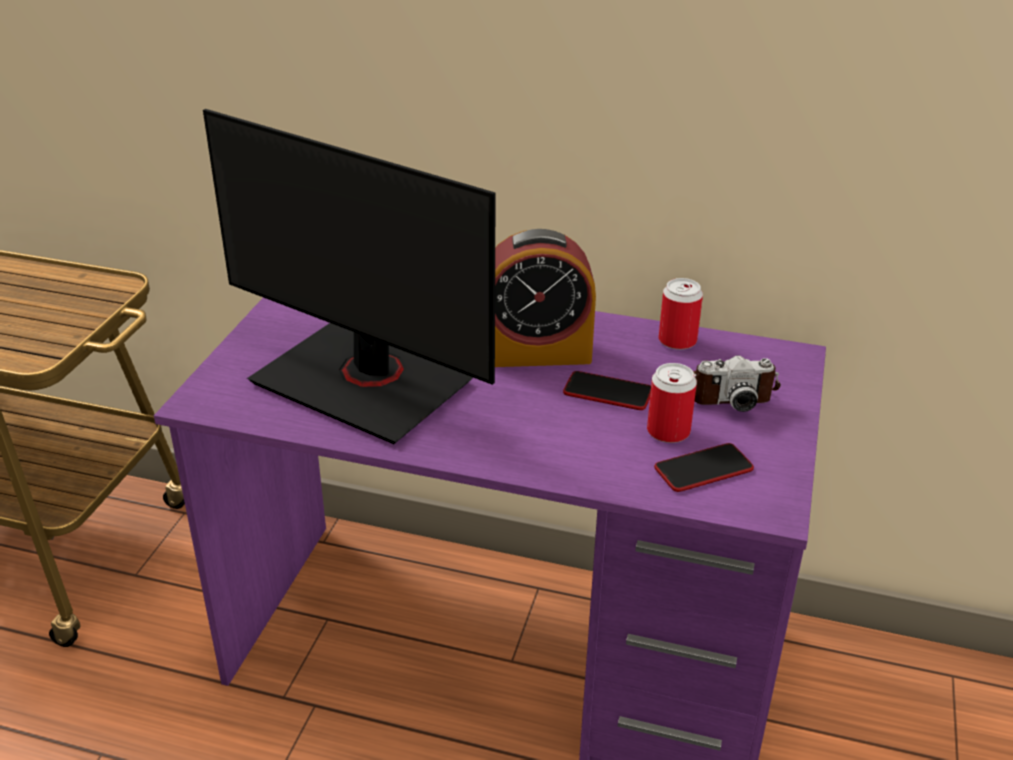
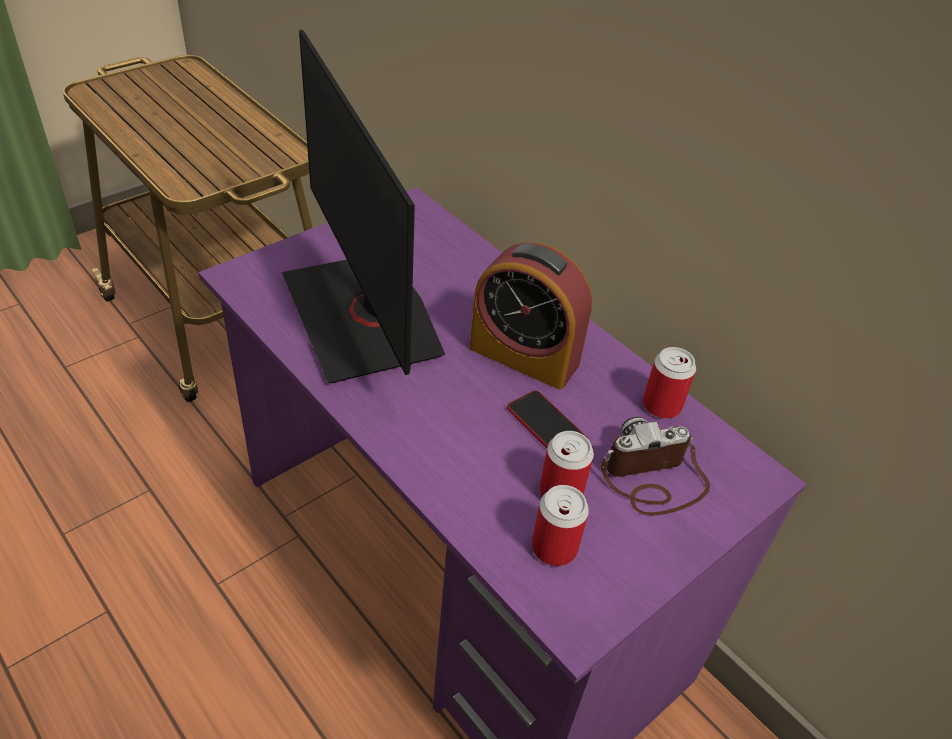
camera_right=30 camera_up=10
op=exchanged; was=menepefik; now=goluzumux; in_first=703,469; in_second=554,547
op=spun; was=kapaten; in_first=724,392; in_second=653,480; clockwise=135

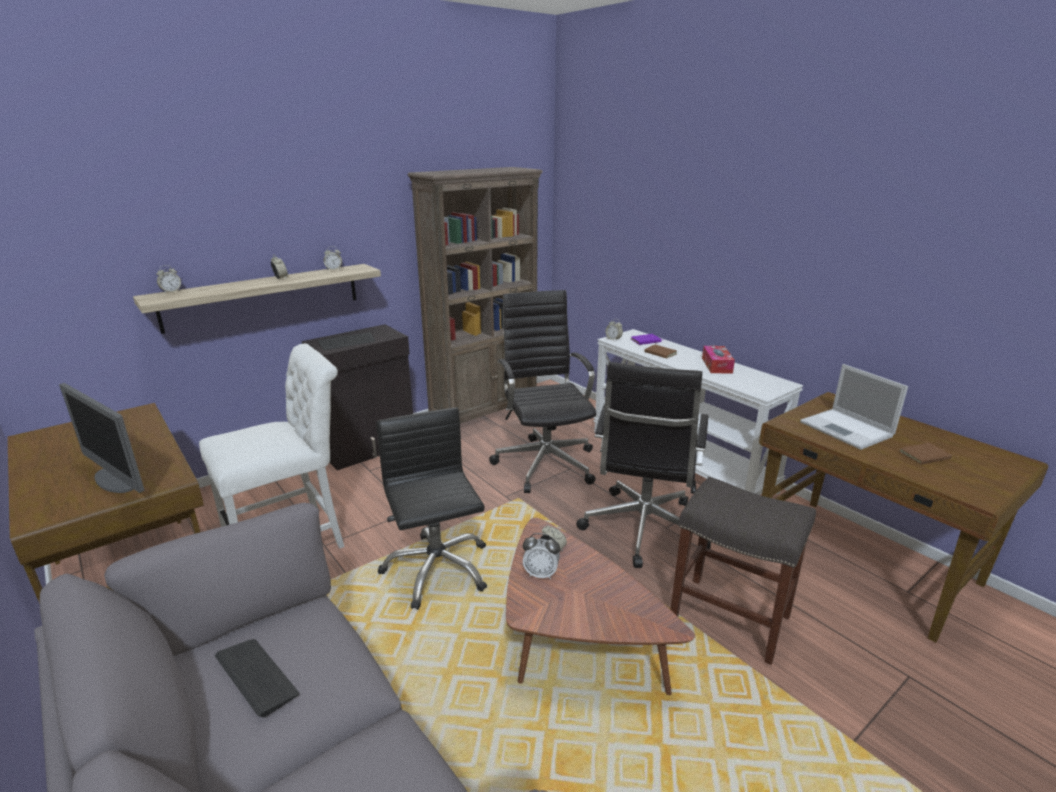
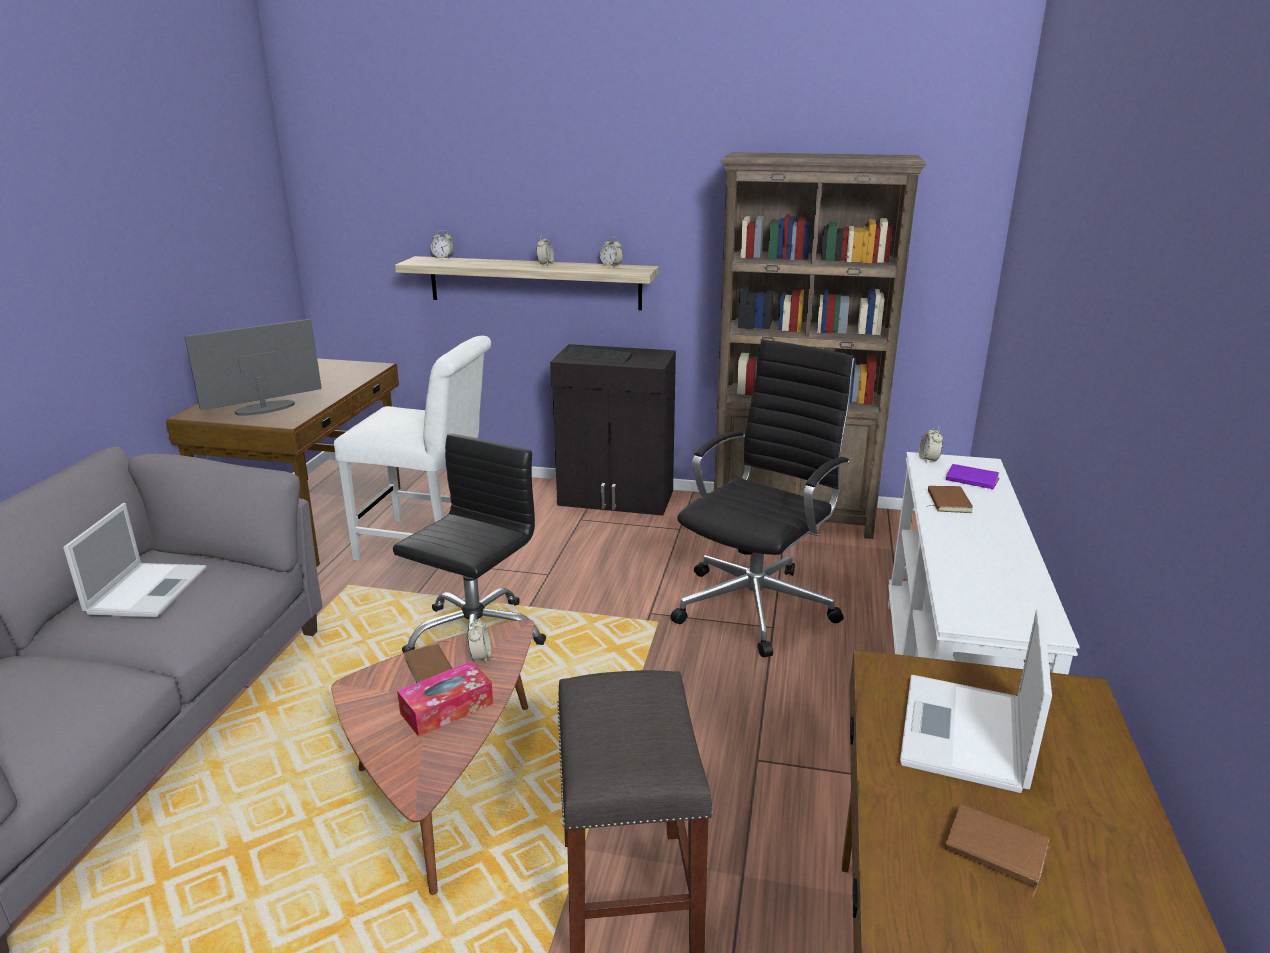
camera_right=50 camera_up=0
op=exchanged; was=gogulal; now=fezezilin; in_first=257,677; in_second=148,589
op=spun; was=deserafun; in_first=116,481; in_second=264,409; clockwise=60
op=relocated; was=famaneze; in_first=716,365; in_second=447,708
op=exchanged; was=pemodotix; now=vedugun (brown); in_first=541,574; in_second=431,667
op=missing; was=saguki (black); in_first=642,530

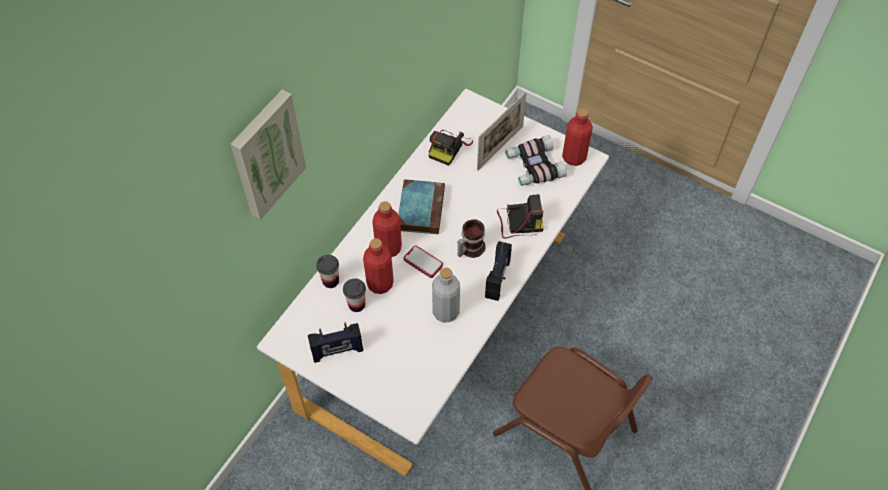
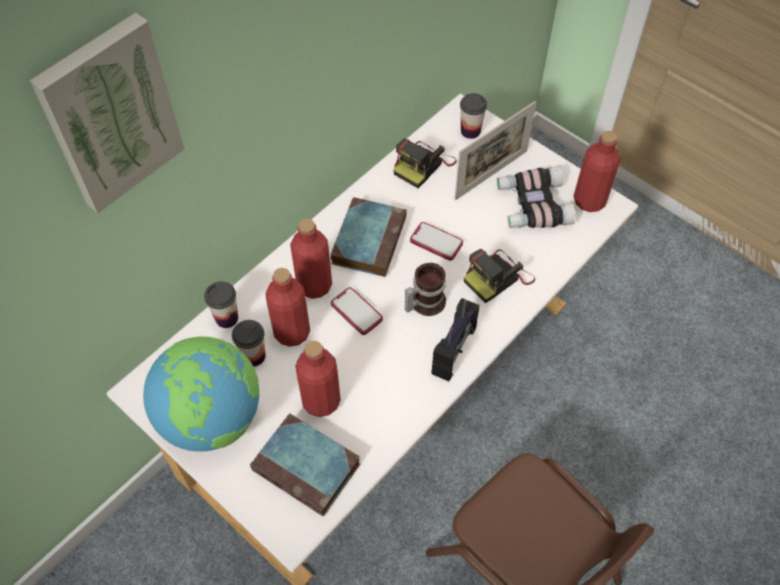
camera_right=10 camera_up=0
op=exchanged; was=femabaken; now=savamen; in_first=337,351; in_second=212,417
op=appeared; now=vedugun; in_second=309,468
op=appeared; now=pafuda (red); in_second=321,401
op=appeared; now=menepefik; in_second=436,242
op=appeared; now=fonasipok; in_second=470,131
op=spun; was=kapaten; in_first=518,223; in_second=498,277; clockwise=135
op=missing; was=pafuda (grey); in_first=445,311

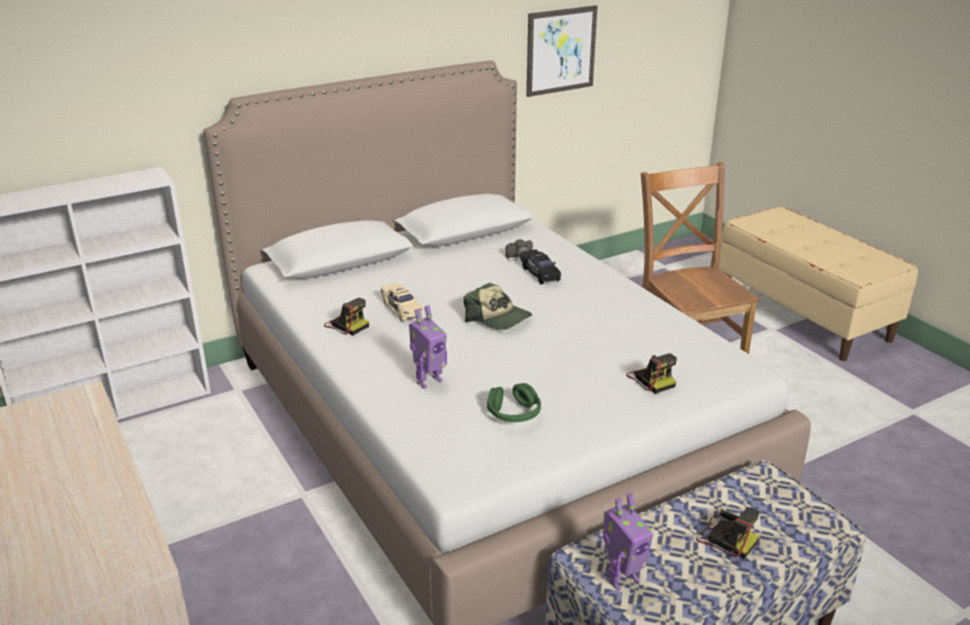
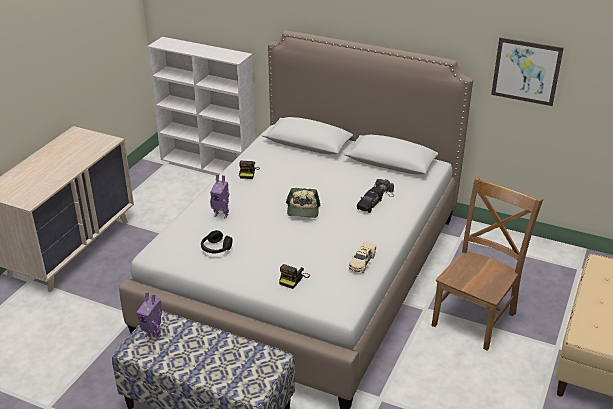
camera_right=55 camera_up=5
op=colour; was=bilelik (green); now=bilelik (black); in_first=514,414; in_second=216,248
op=relocated; was=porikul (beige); in_first=402,309; in_second=362,262
op=missing; was=kapaten; in_first=725,538

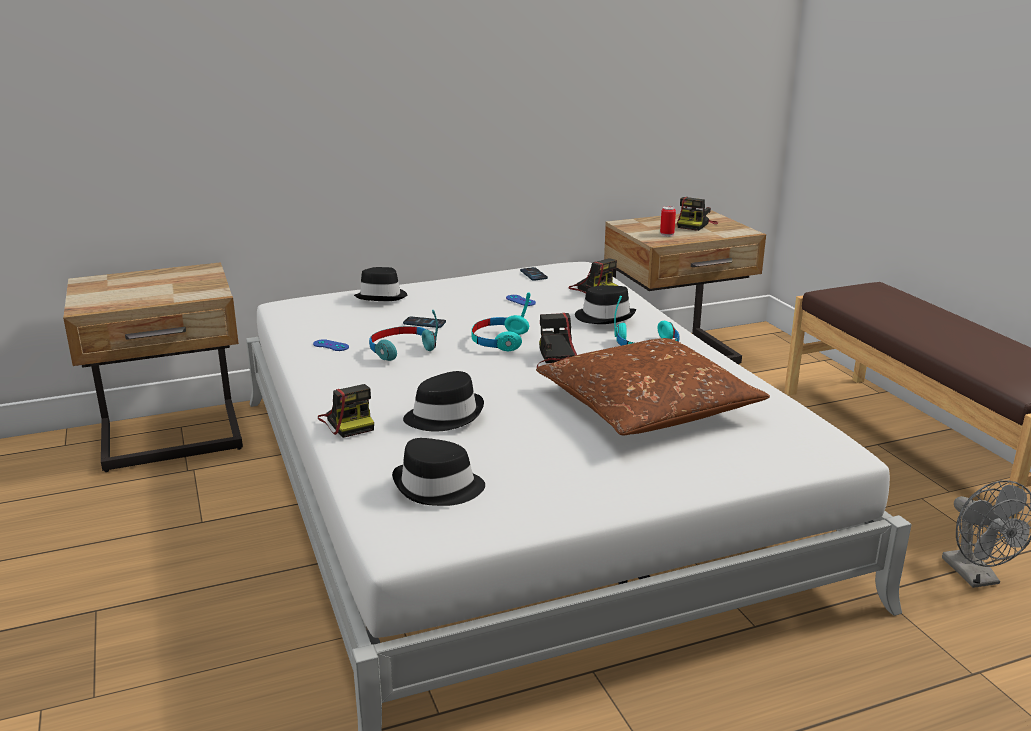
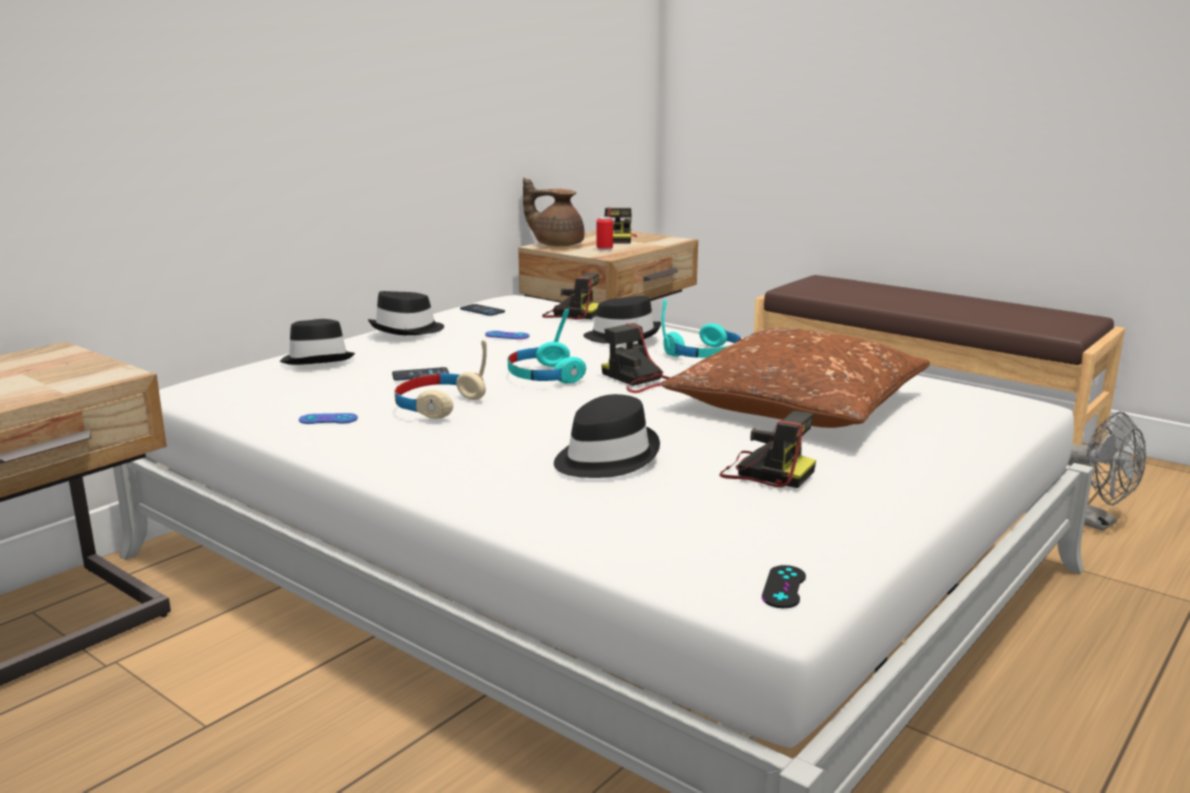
camera_right=-30 camera_up=-5
op=relocated; was=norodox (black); in_first=438,488; in_second=407,329
op=colour; was=bilelik (turquoise); now=bilelik (beige); in_first=401,350; in_second=437,405
op=appeared; now=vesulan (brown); in_second=557,244
op=relocated; was=kapaten; in_first=348,422; in_second=764,472
op=appeared; now=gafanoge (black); in_second=784,587

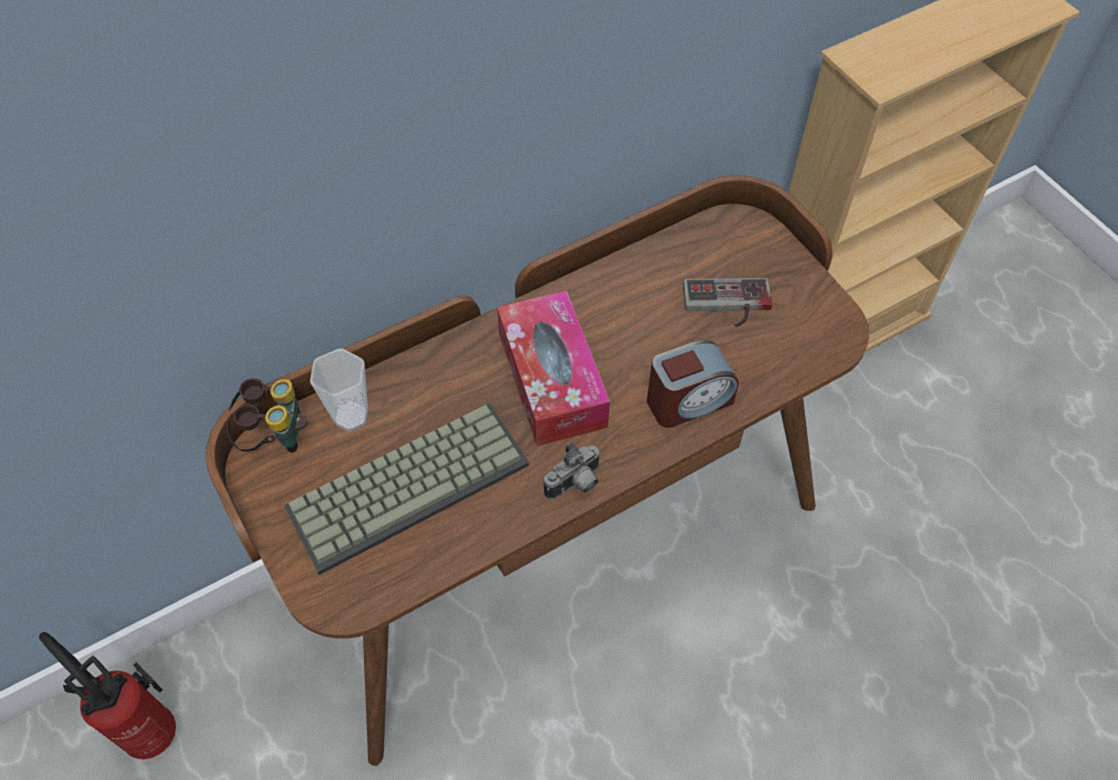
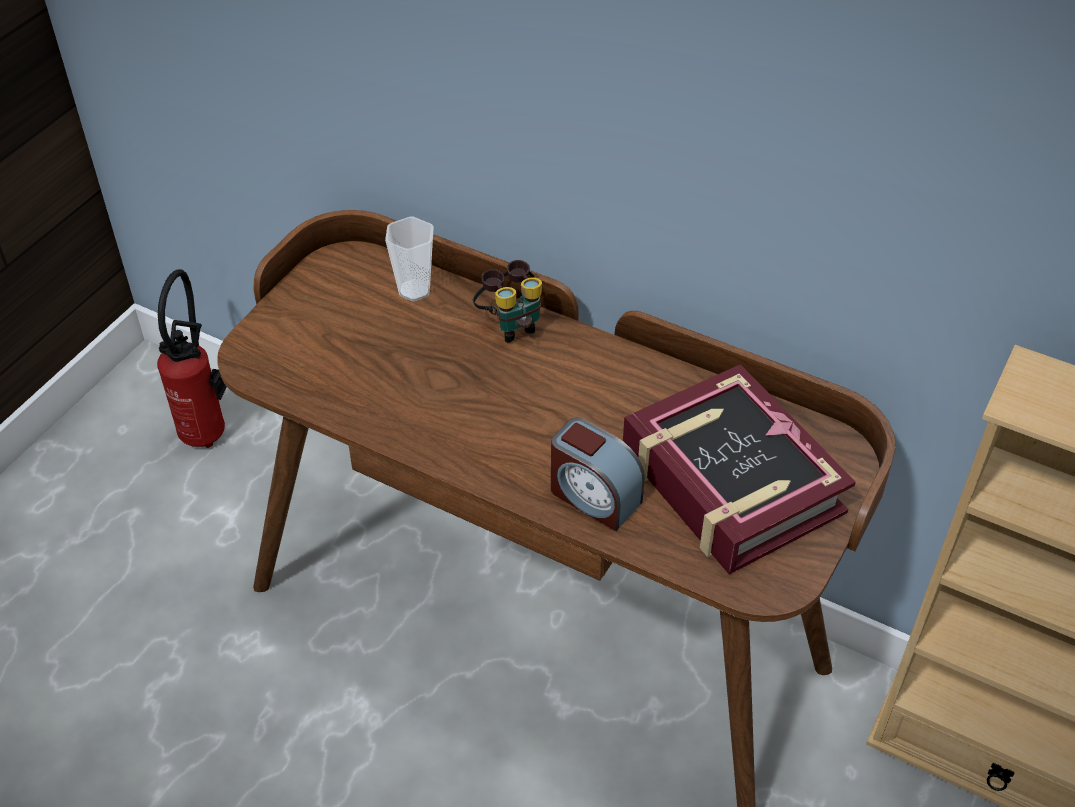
camera_right=60 camera_up=-10
op=relocated; was=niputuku; in_first=274,437; in_second=510,324
op=exchanged; was=gafanoge; now=vedugun; in_first=727,305; in_second=730,482
op=missing; was=gogulal; in_first=409,482
op=missing; was=famaneze; in_first=552,380
op=missing; was=kapaten; in_first=575,484

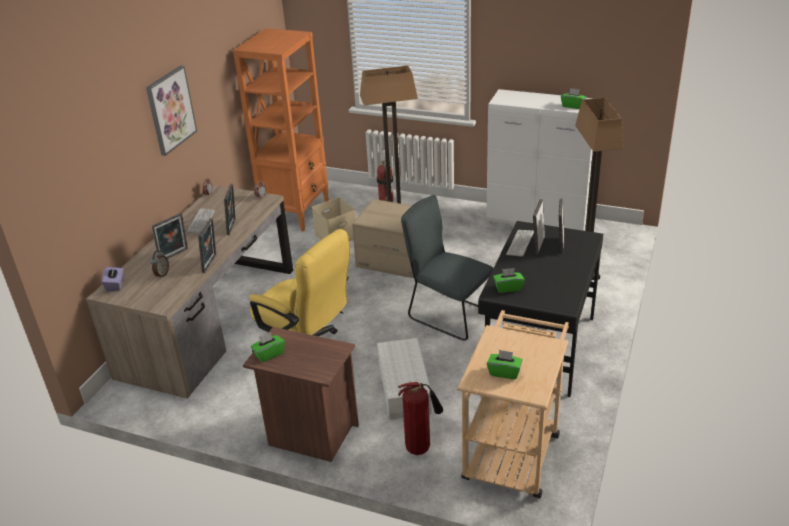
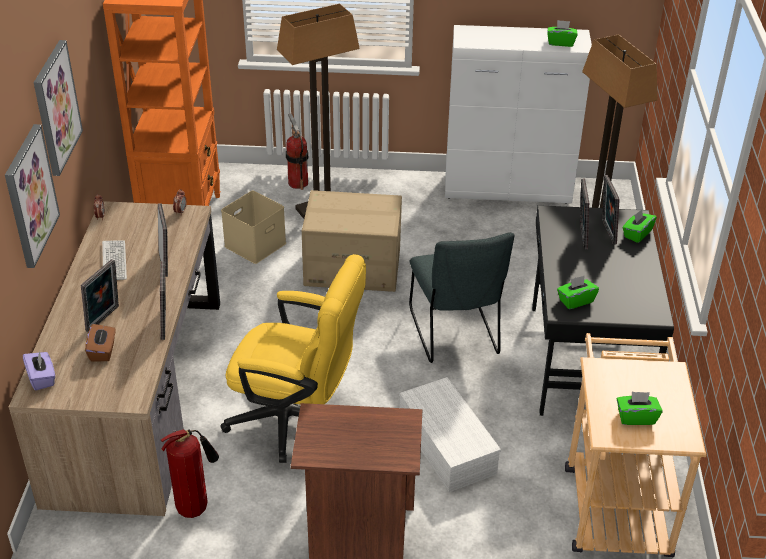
camera_right=-20 camera_up=5
op=appeared; now=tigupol; in_second=30,195
op=exchanged; was=pemodotix; now=famaneze (brown); in_first=162,274; in_second=103,351
op=relocated; was=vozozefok; in_first=420,447; in_second=195,506
op=spun; was=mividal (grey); in_first=448,314; in_second=455,335; clockwise=-120
op=relocated; was=famaneze (green); in_first=269,354; in_second=637,234
op=missing; was=gogulal; in_first=520,243

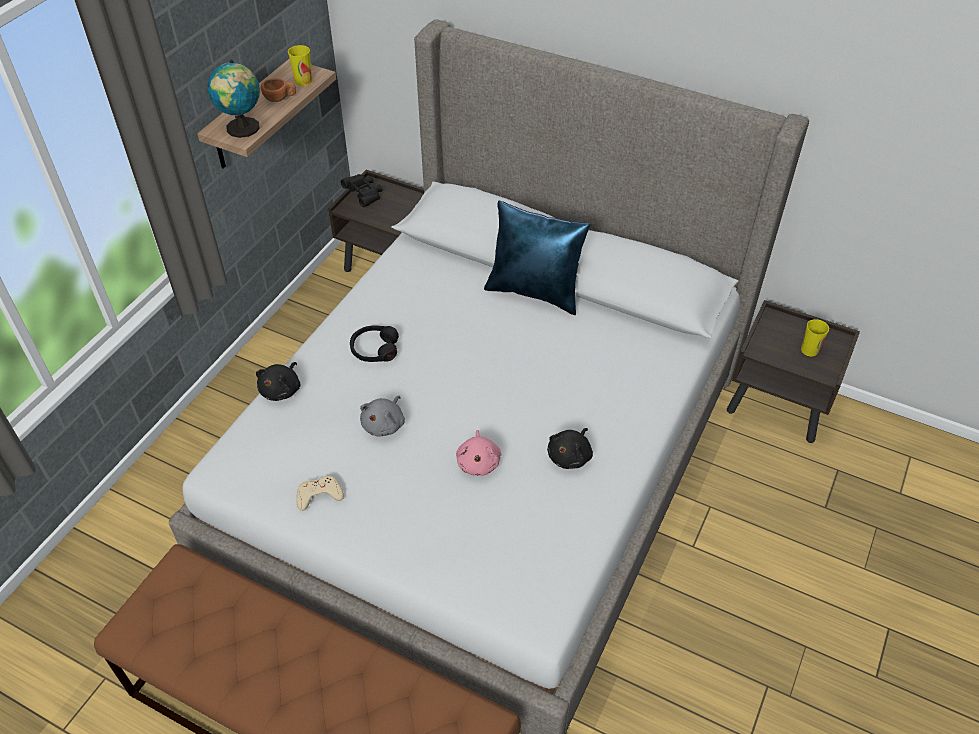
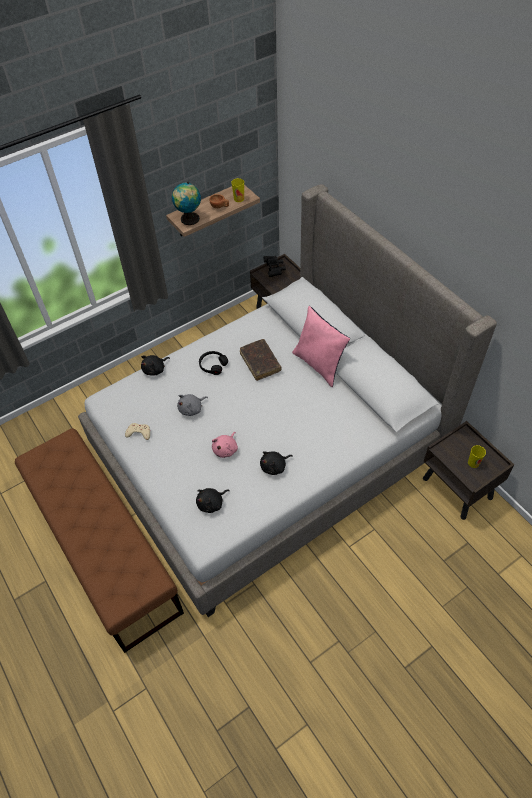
camera_right=30 camera_up=5
op=appeared; now=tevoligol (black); in_second=212,503
op=appeared; now=vedugun (brown); in_second=260,362
op=colour; was=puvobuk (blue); now=puvobuk (pink); in_first=535,292; in_second=319,364

